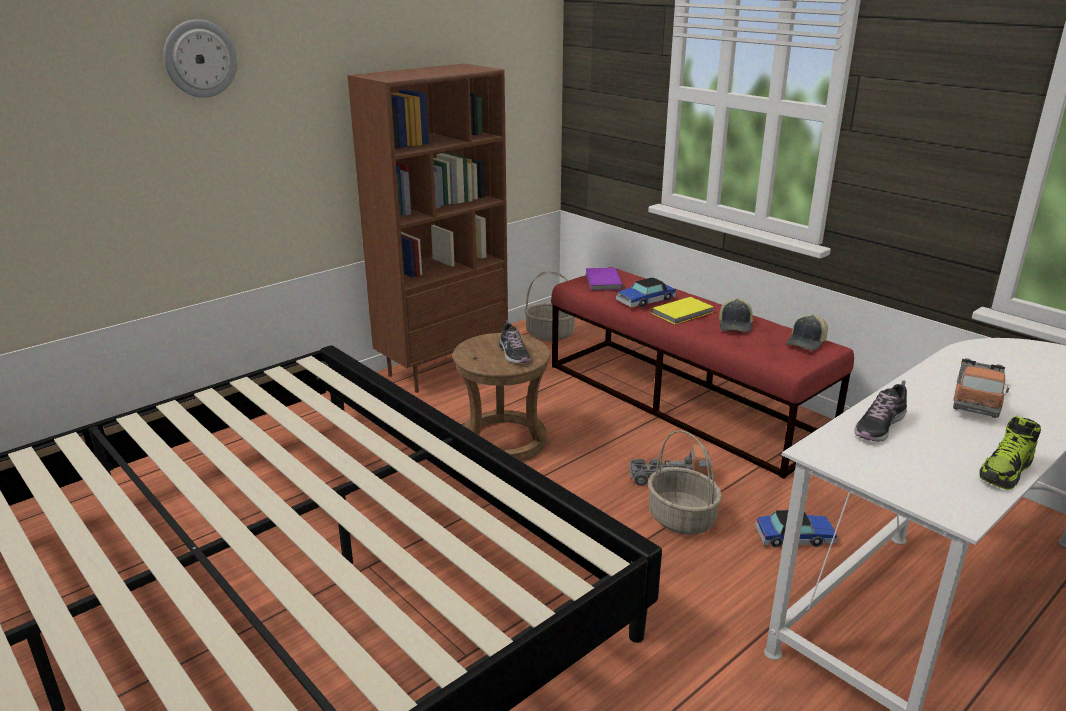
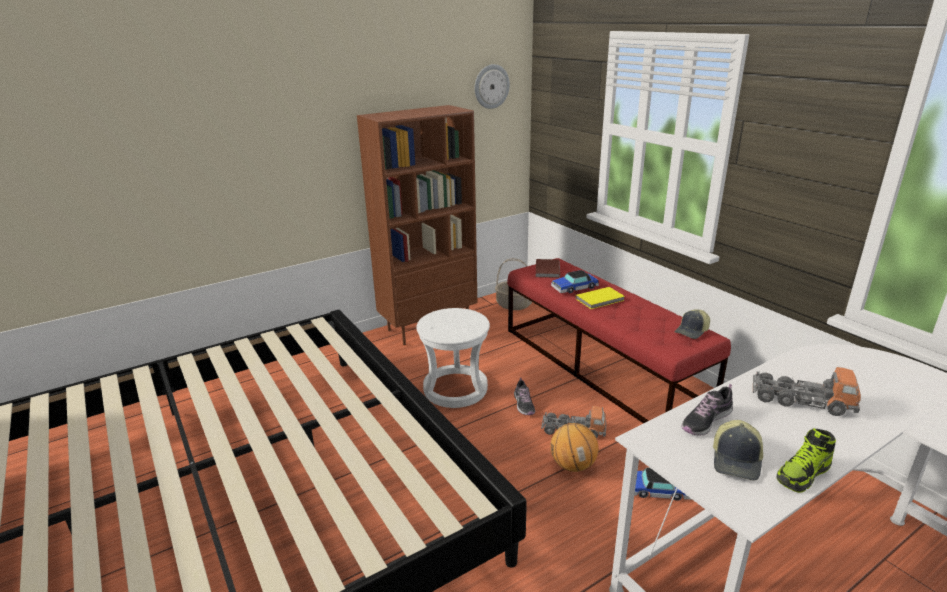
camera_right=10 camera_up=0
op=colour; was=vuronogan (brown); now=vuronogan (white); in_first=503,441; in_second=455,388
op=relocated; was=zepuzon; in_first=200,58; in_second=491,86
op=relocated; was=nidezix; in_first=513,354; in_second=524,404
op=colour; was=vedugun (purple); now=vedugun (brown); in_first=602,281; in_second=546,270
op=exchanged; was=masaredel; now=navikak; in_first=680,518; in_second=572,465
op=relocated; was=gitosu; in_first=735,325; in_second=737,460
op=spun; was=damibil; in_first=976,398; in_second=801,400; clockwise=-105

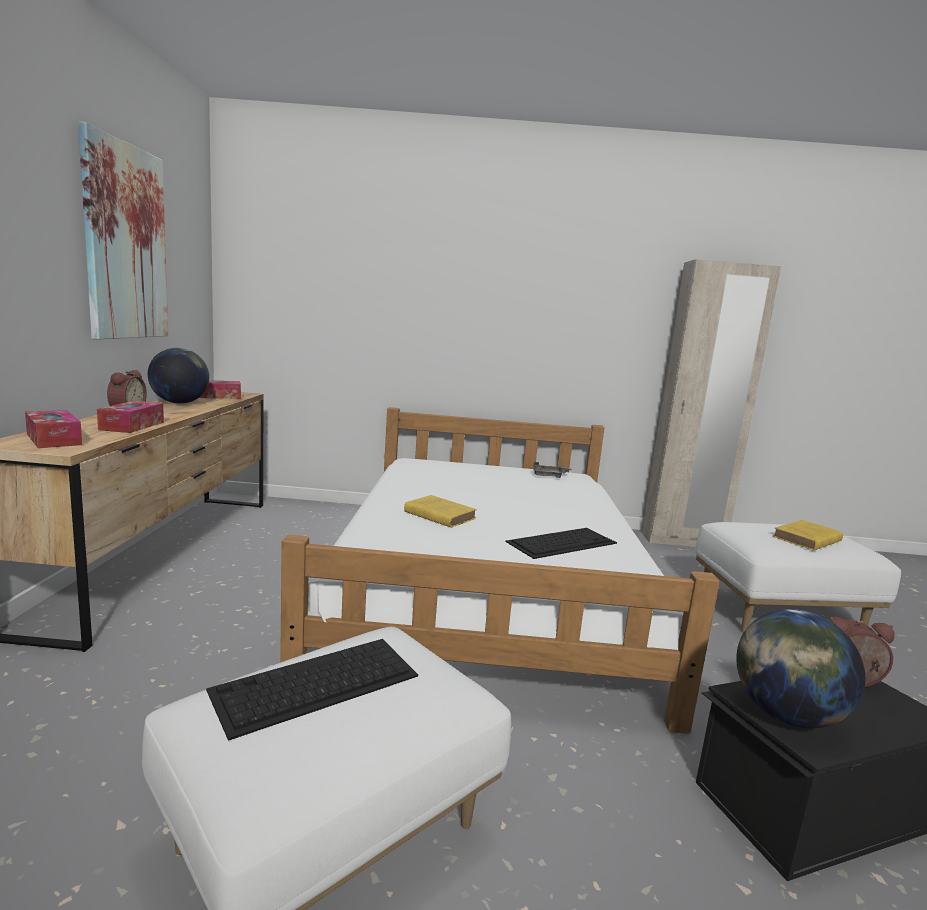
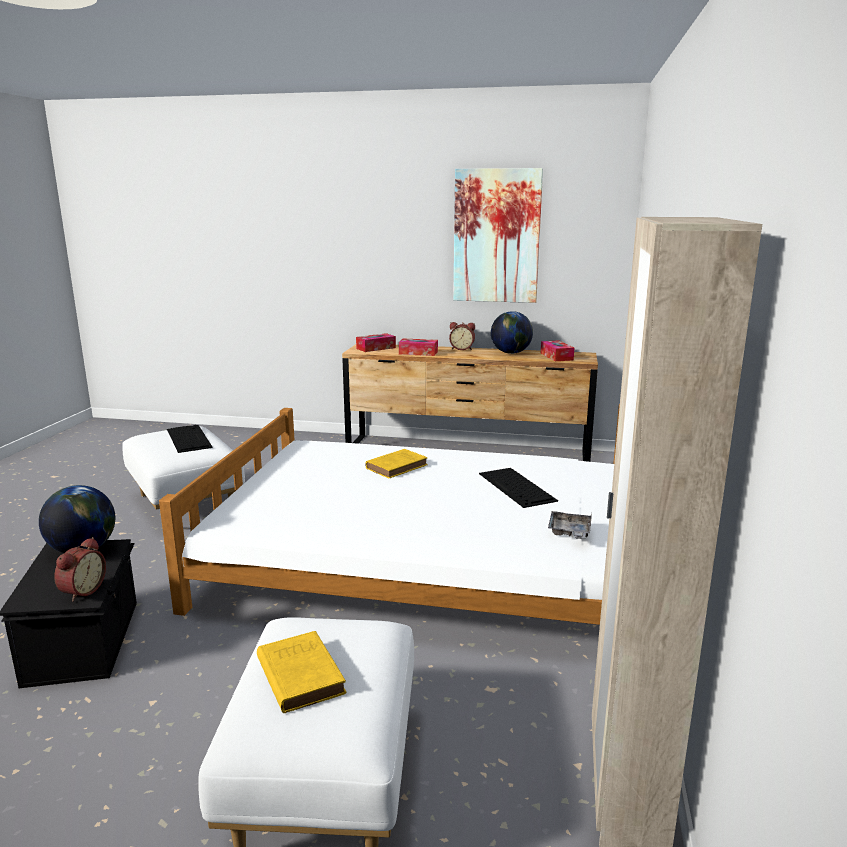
camera_right=100 camera_up=5
op=relocated; was=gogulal; in_first=562,542; in_second=517,487

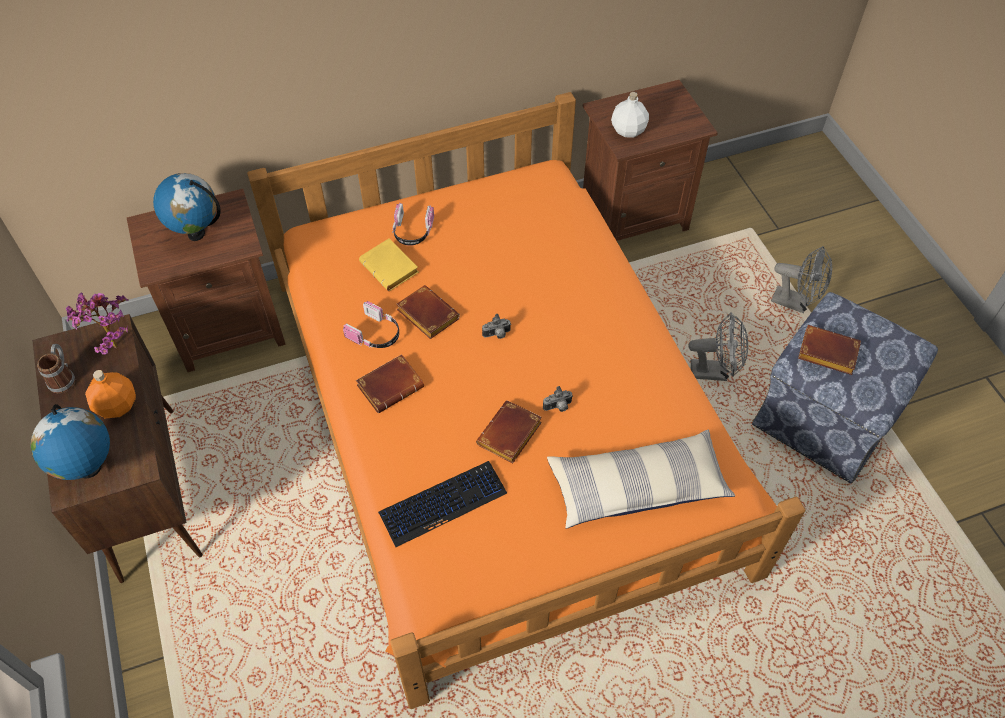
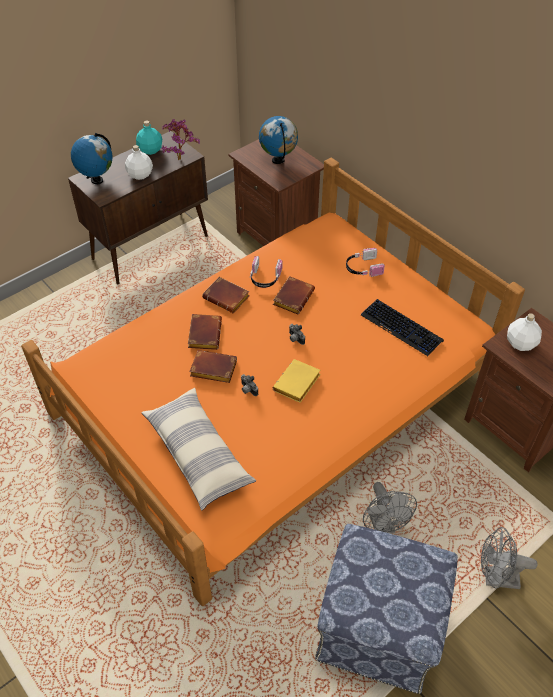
camera_right=70 camera_up=-5
op=colour; was=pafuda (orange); now=pafuda (white); in_first=117,406; in_second=140,175
op=exchanged; was=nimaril; now=pafuda (turquoise); in_first=63,377; in_second=150,150
op=relocated; was=vedugun (brown); in_first=825,354; in_second=203,334
op=relocated; was=vedugun (yellow); in_first=391,268; in_second=297,385
op=relocated; was=gogulal; in_first=443,503; in_second=401,328
op=spun; was=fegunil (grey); in_first=795,303; in_second=495,578; clockwise=90

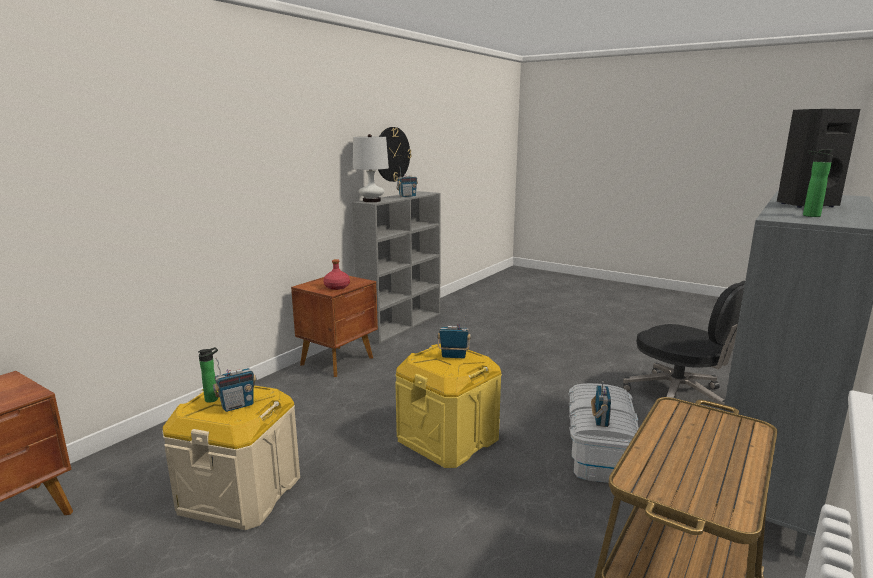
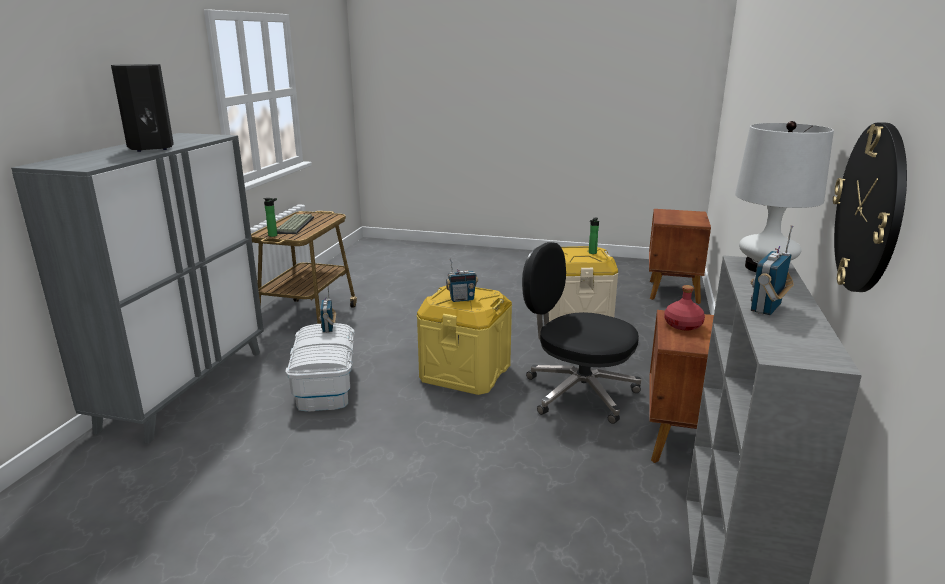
camera_right=160 camera_up=5
op=relocated; was=pafuda; in_first=808,216; in_second=274,235
op=appeared; now=gogulal; in_second=294,225
op=relocated; was=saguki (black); in_first=680,397; in_second=577,392
op=missing; was=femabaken; in_first=237,405

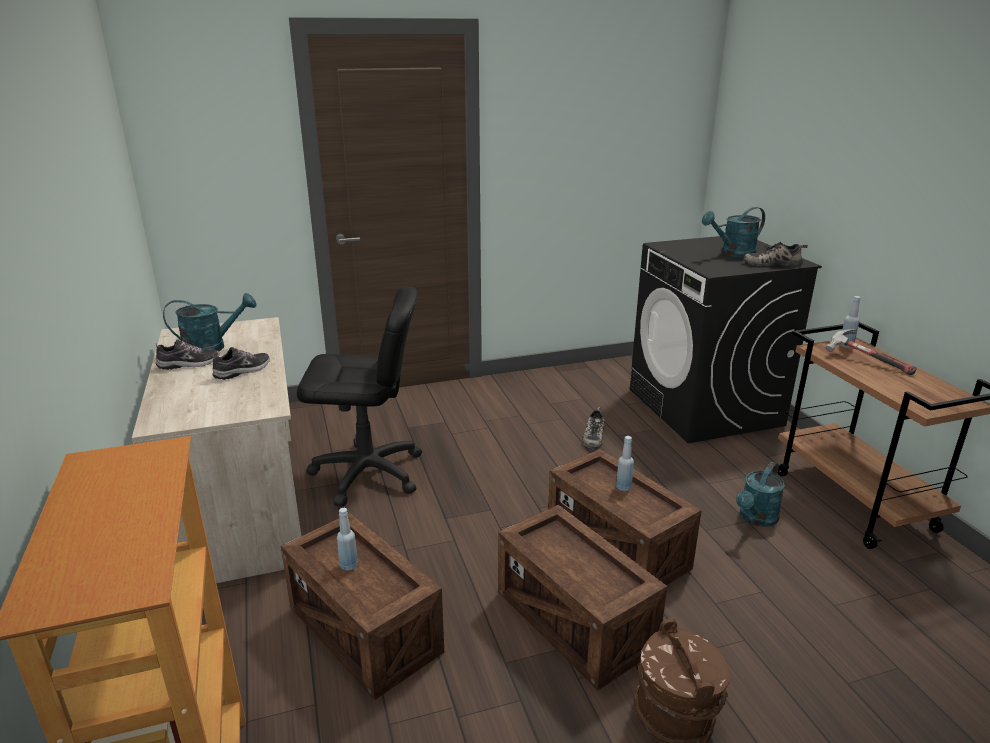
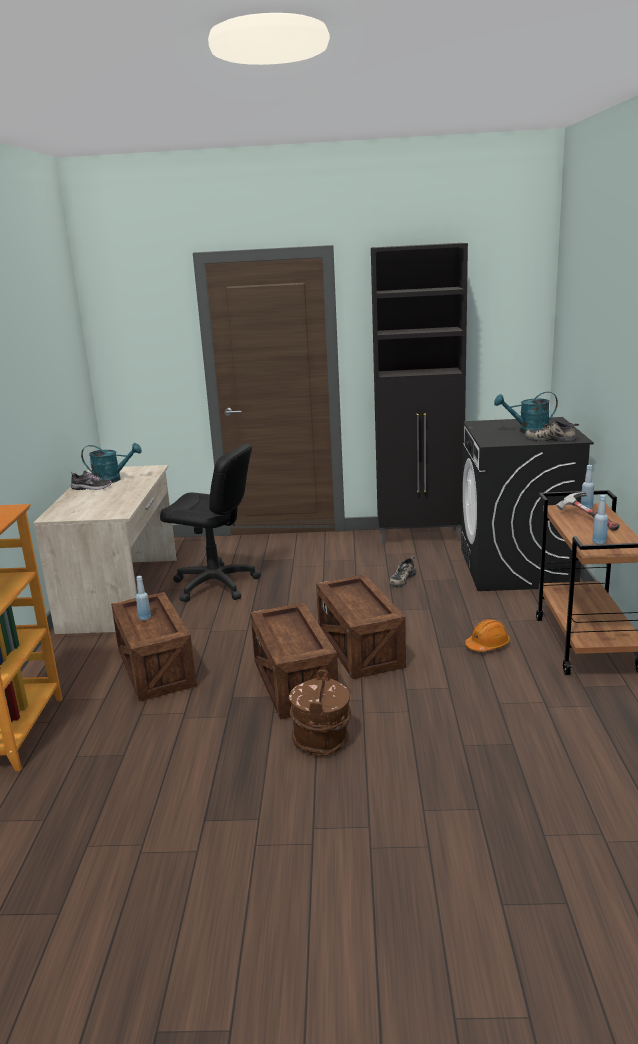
camera_right=20 camera_up=-5
op=appeared; now=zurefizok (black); in_second=420,537
op=exchanged; was=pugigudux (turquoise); now=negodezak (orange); in_first=756,519; in_second=487,645
op=relocated; was=pafuda (blue); in_first=623,487; in_second=599,542
op=missing; was=nidezix; in_first=243,371

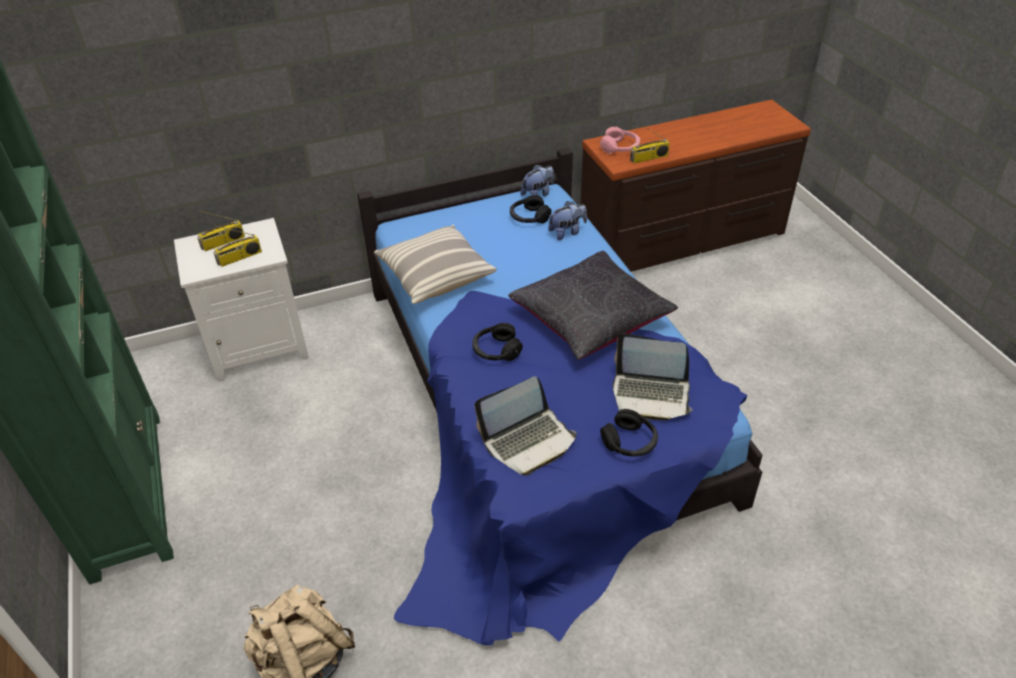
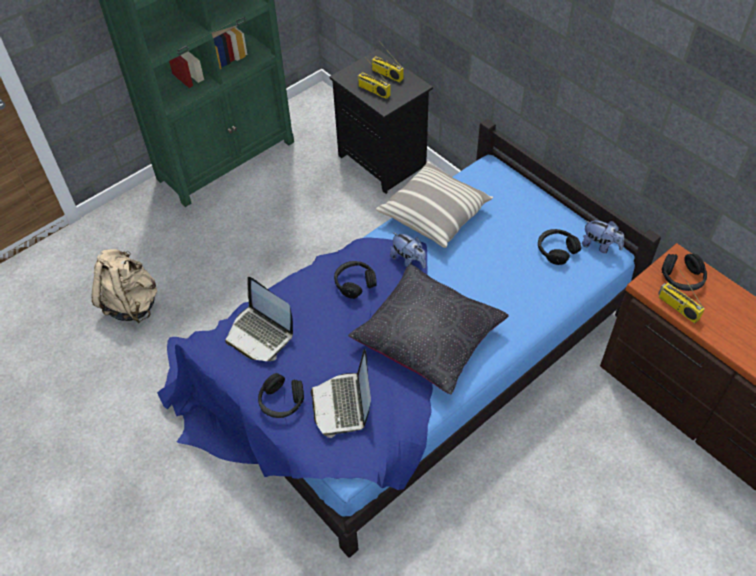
camera_right=70 camera_up=10
op=colour; was=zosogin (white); now=zosogin (black); in_first=260,346; in_second=384,161
op=relocated; was=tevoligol; in_first=567,232; in_second=408,260
op=colour; was=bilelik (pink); now=bilelik (black); in_first=620,148; in_second=682,278

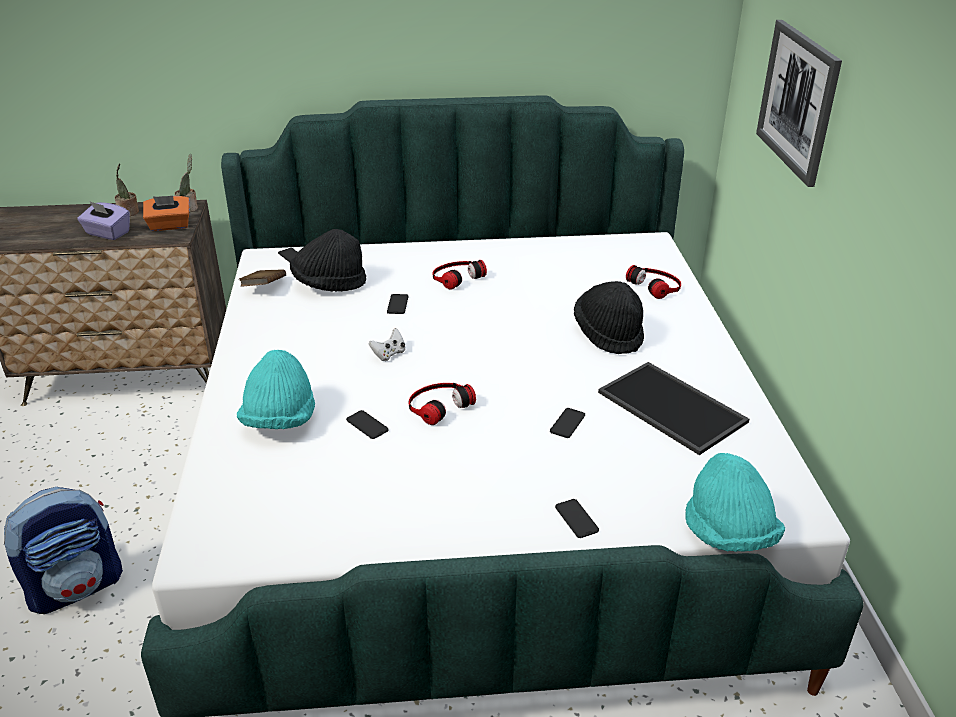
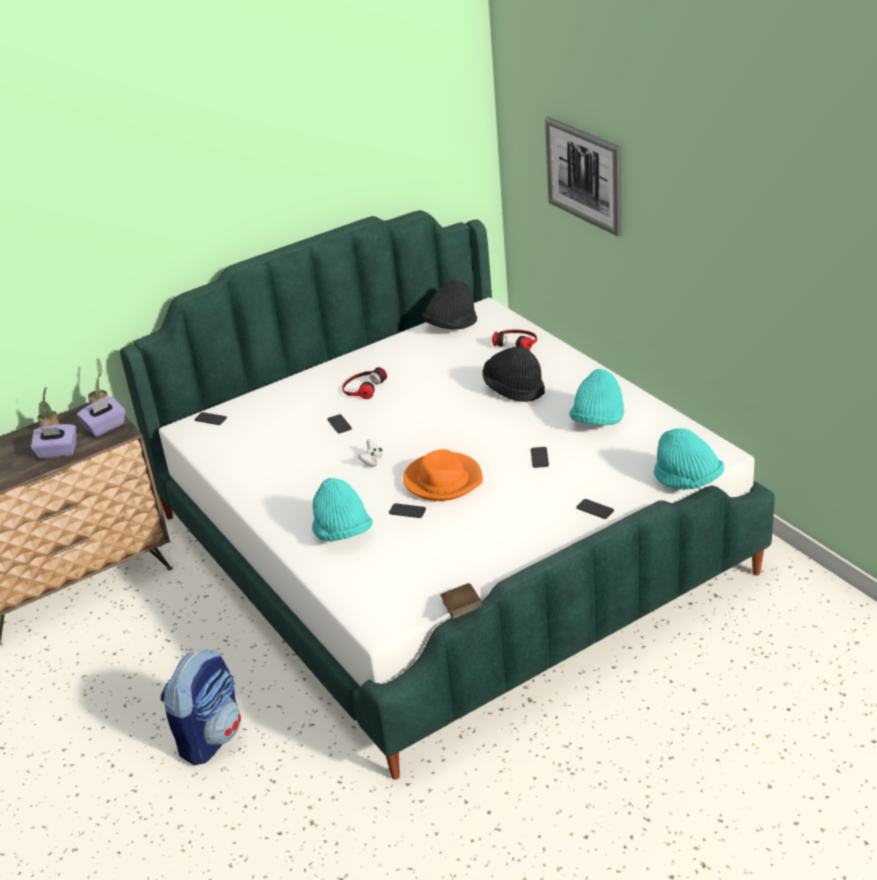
camera_right=-25 camera_up=0
op=colour; was=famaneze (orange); now=famaneze (purple); in_first=170,226; in_second=105,427
op=exchanged; was=bilelik; now=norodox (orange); in_first=438,405; in_second=443,480
op=relocated; was=norodox (black); in_first=329,284; in_second=450,326
op=relocated; was=vedugun (brown); in_first=264,288; in_second=462,610
op=exchanged; was=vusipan; now=norodox (turquoise); in_first=674,407; in_second=598,421

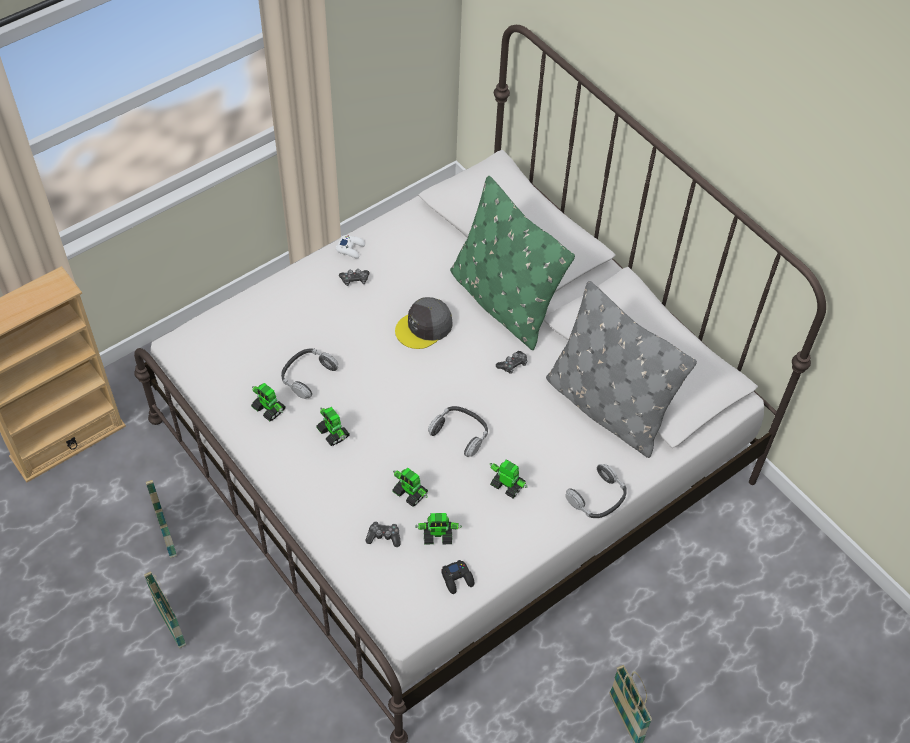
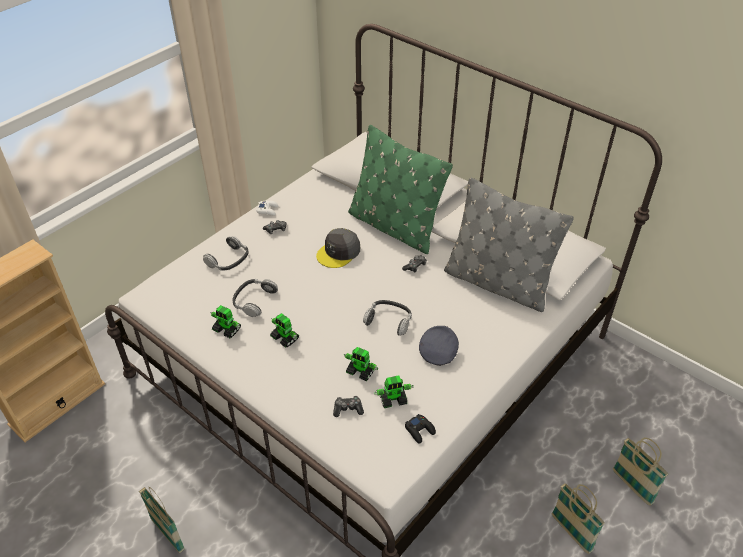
camera_right=-10 camera_up=-10
op=relocated; was=bilelik; in_first=597,498; in_second=228,260
op=exchanged; was=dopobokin; now=gitosu (grey); in_first=507,485; in_second=438,351
op=relocated; was=masaredel; in_first=166,534; in_second=632,486

